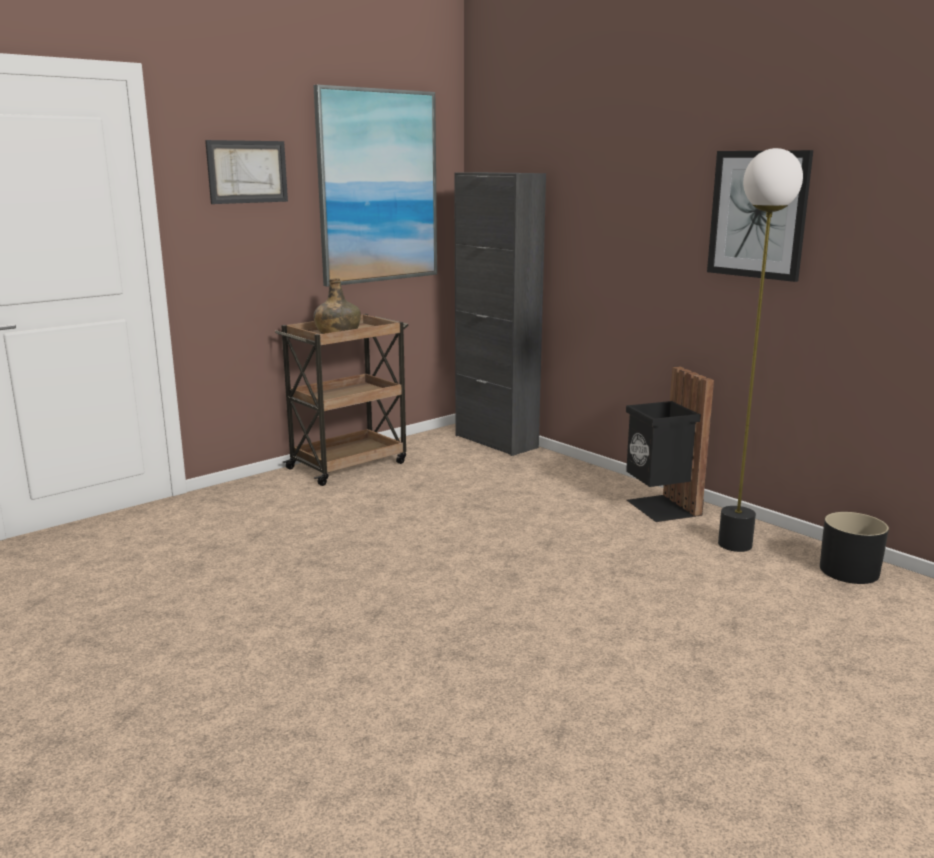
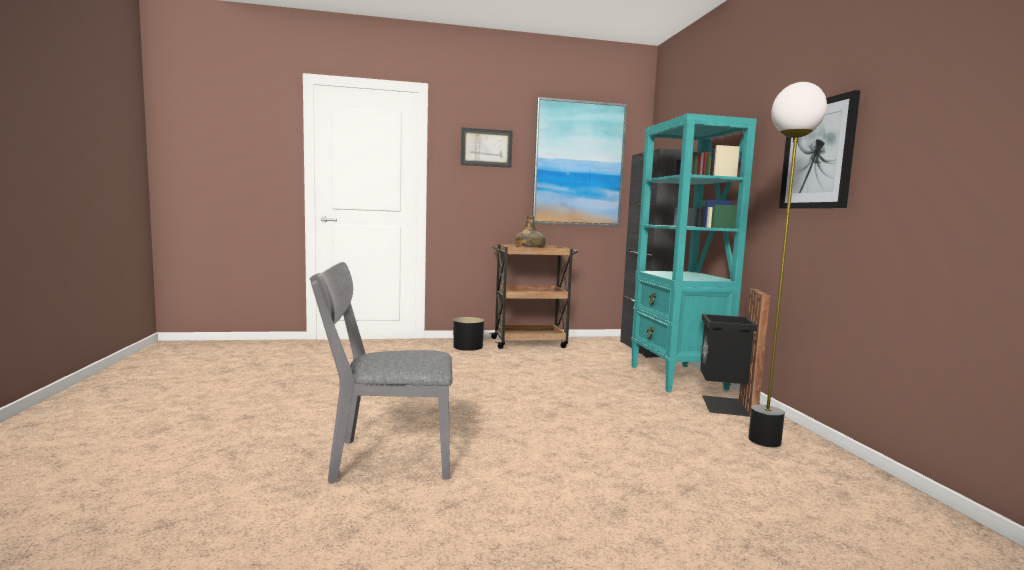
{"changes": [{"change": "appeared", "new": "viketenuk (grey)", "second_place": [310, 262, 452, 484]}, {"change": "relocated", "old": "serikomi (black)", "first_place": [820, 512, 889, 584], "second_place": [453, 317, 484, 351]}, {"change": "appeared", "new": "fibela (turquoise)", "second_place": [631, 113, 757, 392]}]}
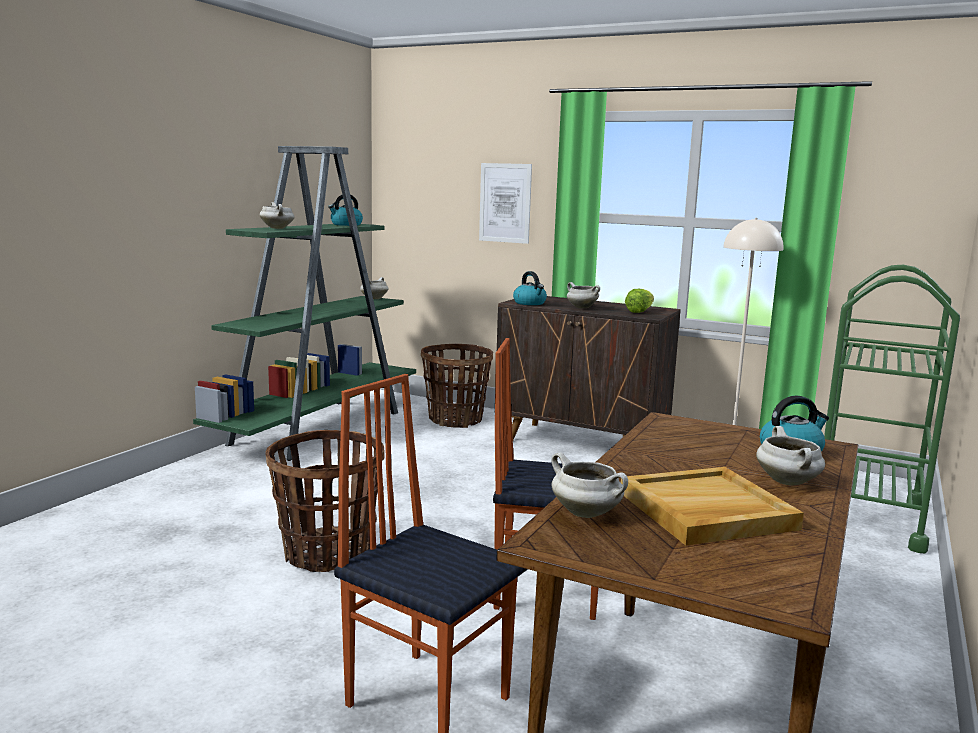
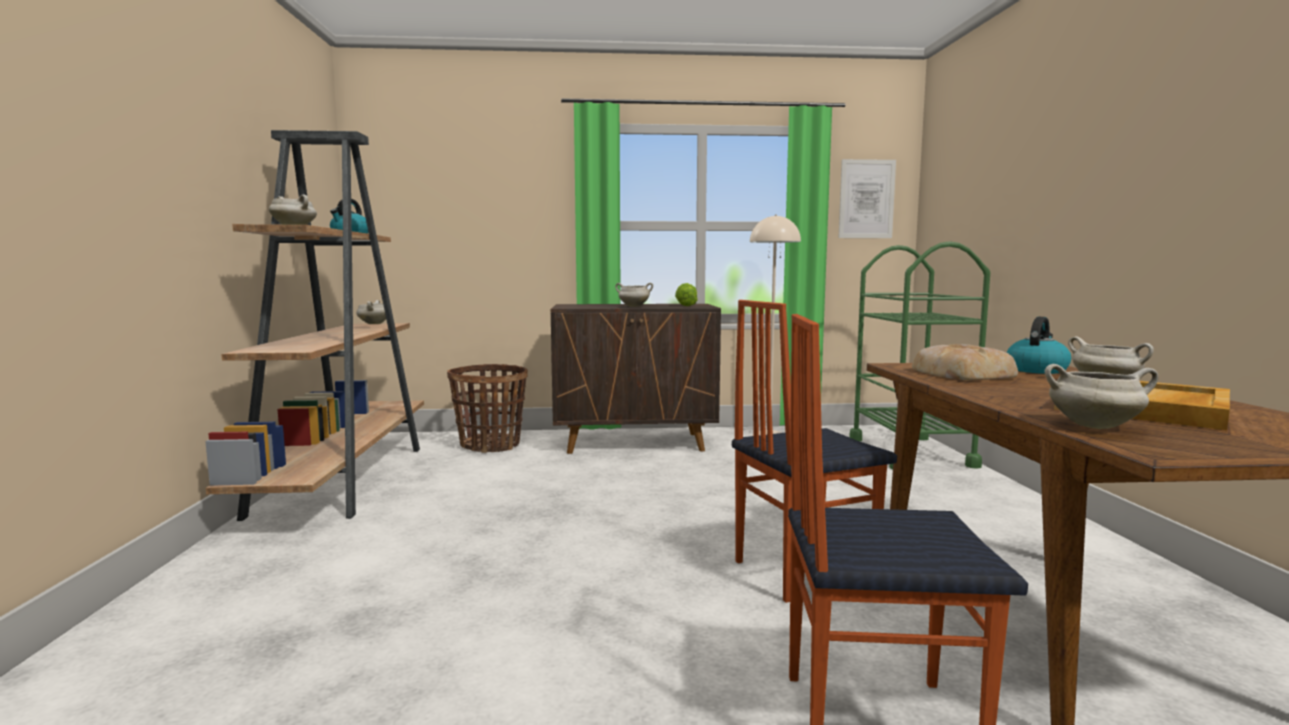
{"changes": [{"change": "colour", "old": "fibela (green)", "new": "fibela (brown)", "first_place": [193, 146, 416, 461], "second_place": [205, 130, 424, 521]}, {"change": "relocated", "old": "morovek", "first_place": [479, 163, 532, 244], "second_place": [838, 159, 896, 238]}, {"change": "appeared", "new": "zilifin", "second_place": [912, 344, 1018, 380]}, {"change": "missing", "old": "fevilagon", "first_place": [265, 430, 385, 572]}, {"change": "missing", "old": "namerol", "first_place": [513, 271, 547, 305]}]}
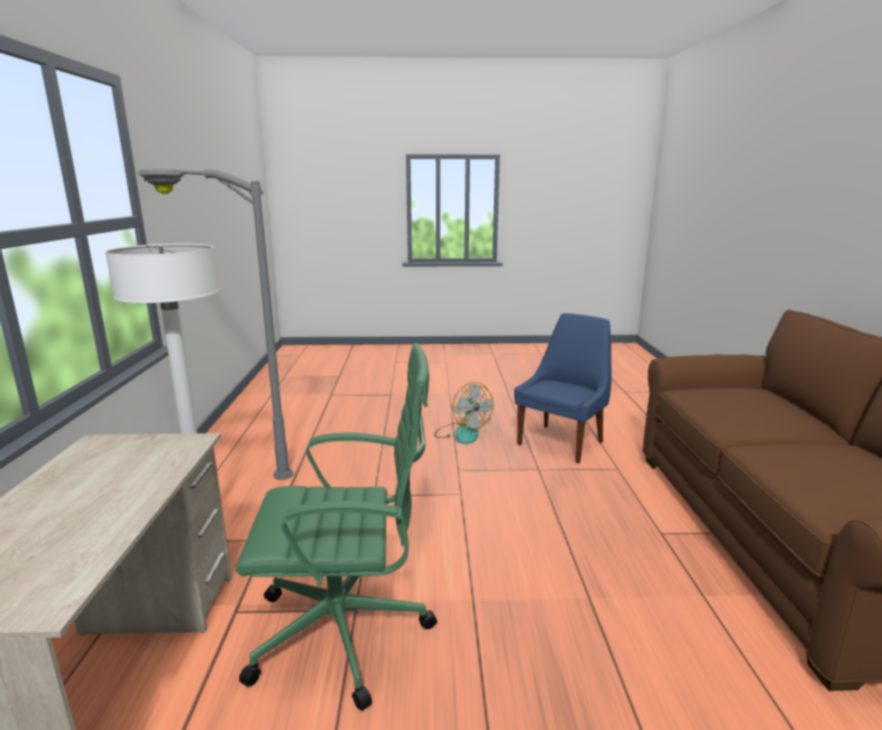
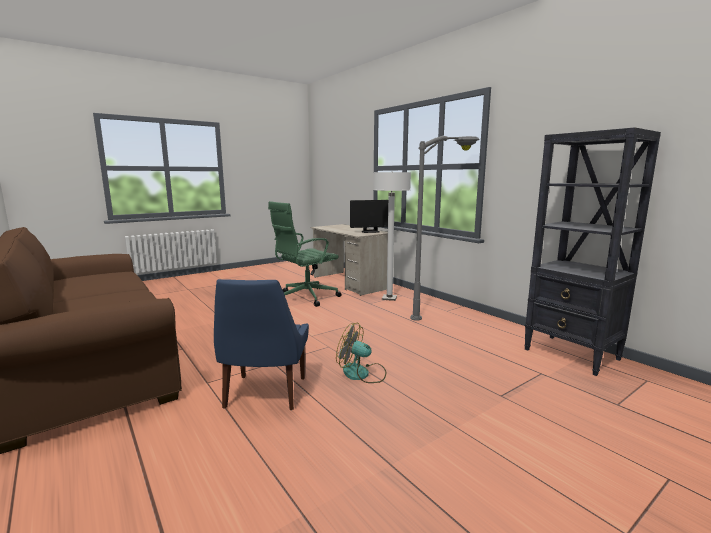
{"changes": [{"change": "appeared", "new": "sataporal", "second_place": [350, 200, 388, 233]}, {"change": "appeared", "new": "fibela (black)", "second_place": [524, 127, 661, 376]}]}
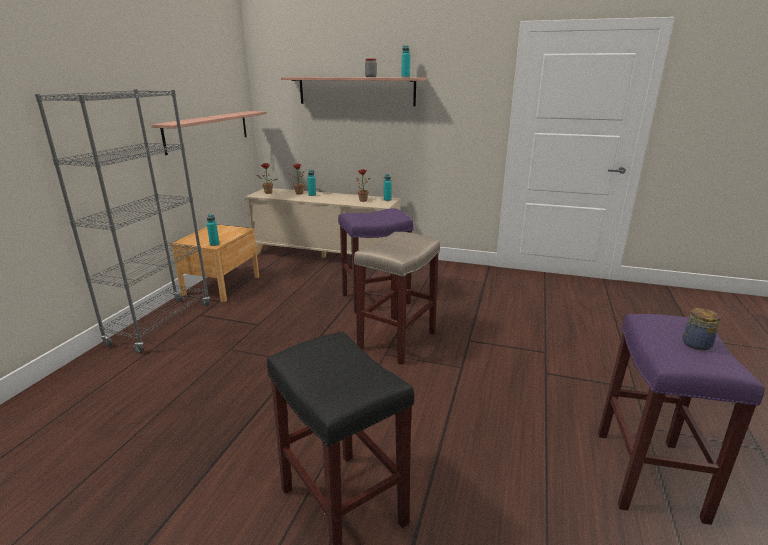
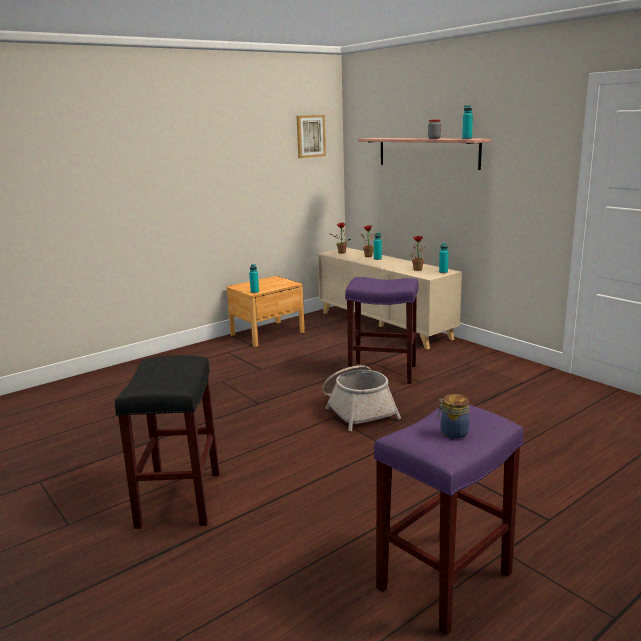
{"changes": [{"change": "appeared", "new": "morovek", "second_place": [297, 115, 326, 158]}, {"change": "exchanged", "old": "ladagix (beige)", "new": "fevilagon", "first_place": [354, 232, 440, 365], "second_place": [322, 365, 401, 431]}, {"change": "missing", "old": "fibela (grey)", "first_place": [35, 89, 210, 353]}, {"change": "missing", "old": "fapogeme", "first_place": [151, 111, 267, 155]}]}
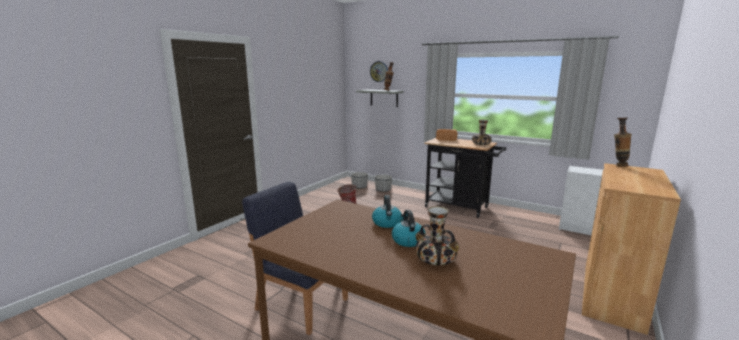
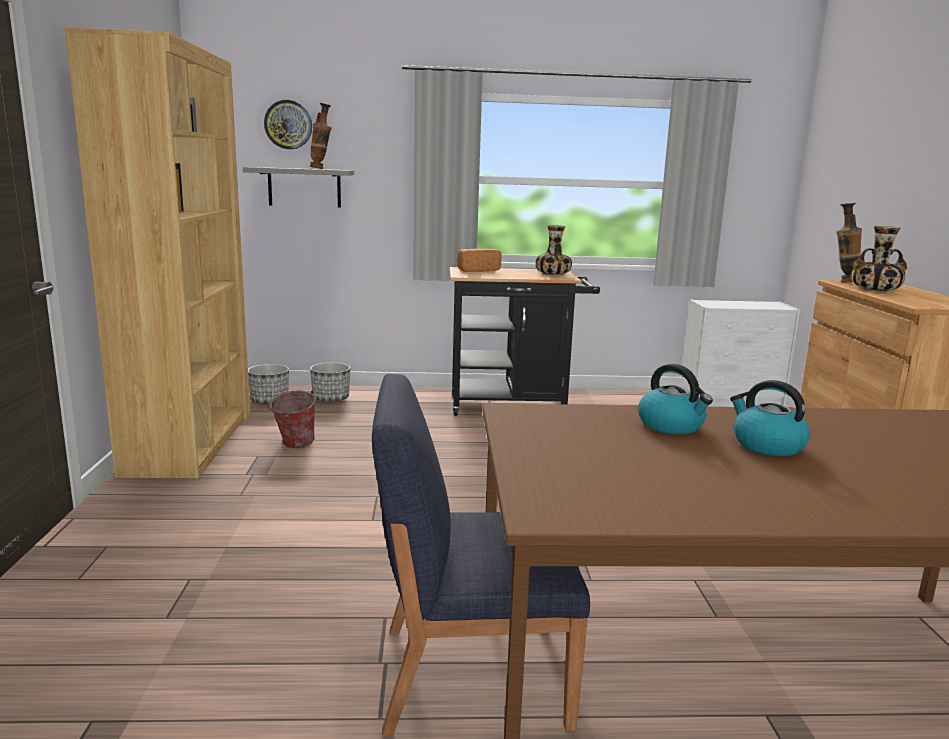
{"changes": [{"change": "appeared", "new": "fibela (brown)", "second_place": [65, 28, 250, 478]}, {"change": "relocated", "old": "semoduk", "first_place": [416, 206, 459, 265], "second_place": [851, 226, 907, 291]}]}
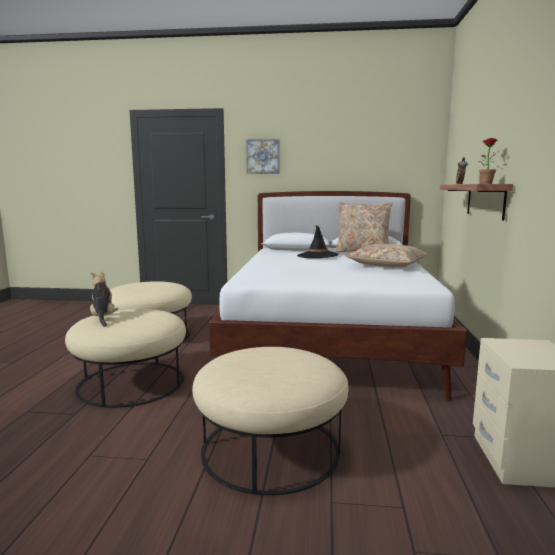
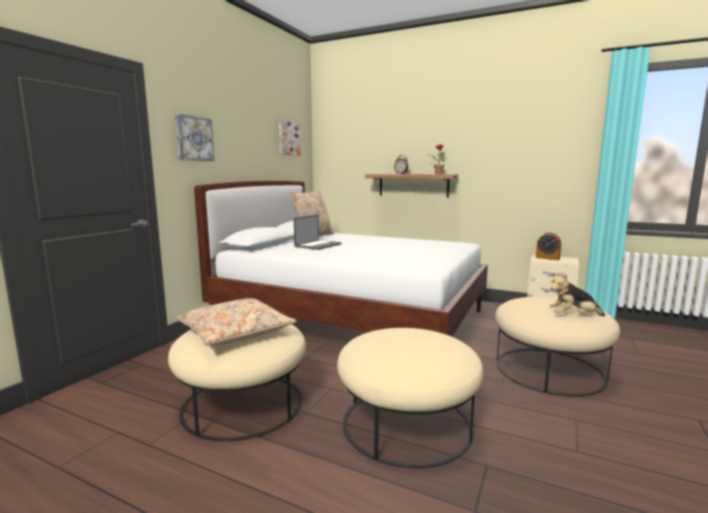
{"changes": [{"change": "relocated", "old": "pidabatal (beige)", "first_place": [346, 244, 429, 268], "second_place": [175, 298, 297, 346]}, {"change": "appeared", "new": "morovek", "second_place": [279, 121, 301, 156]}, {"change": "exchanged", "old": "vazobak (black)", "new": "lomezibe", "first_place": [297, 226, 339, 258], "second_place": [294, 215, 342, 250]}, {"change": "appeared", "new": "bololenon", "second_place": [536, 232, 561, 260]}, {"change": "relocated", "old": "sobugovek", "first_place": [90, 271, 118, 327], "second_place": [549, 272, 605, 316]}]}
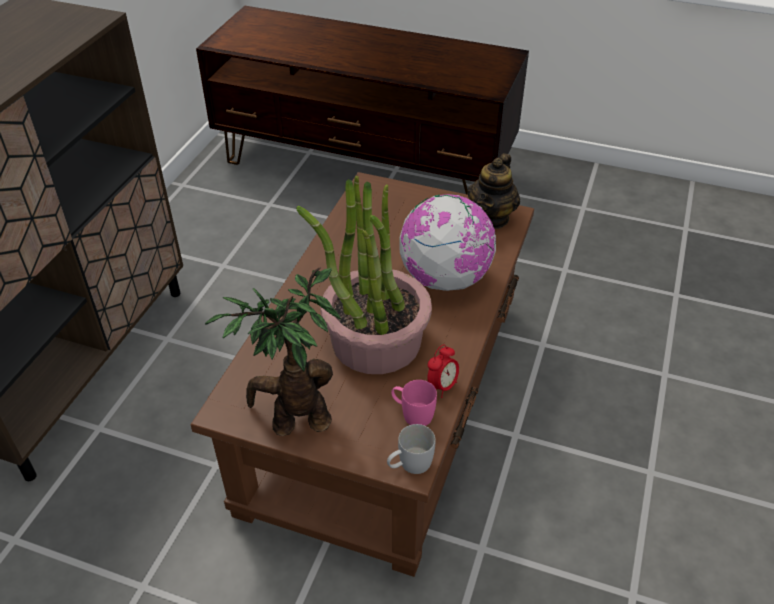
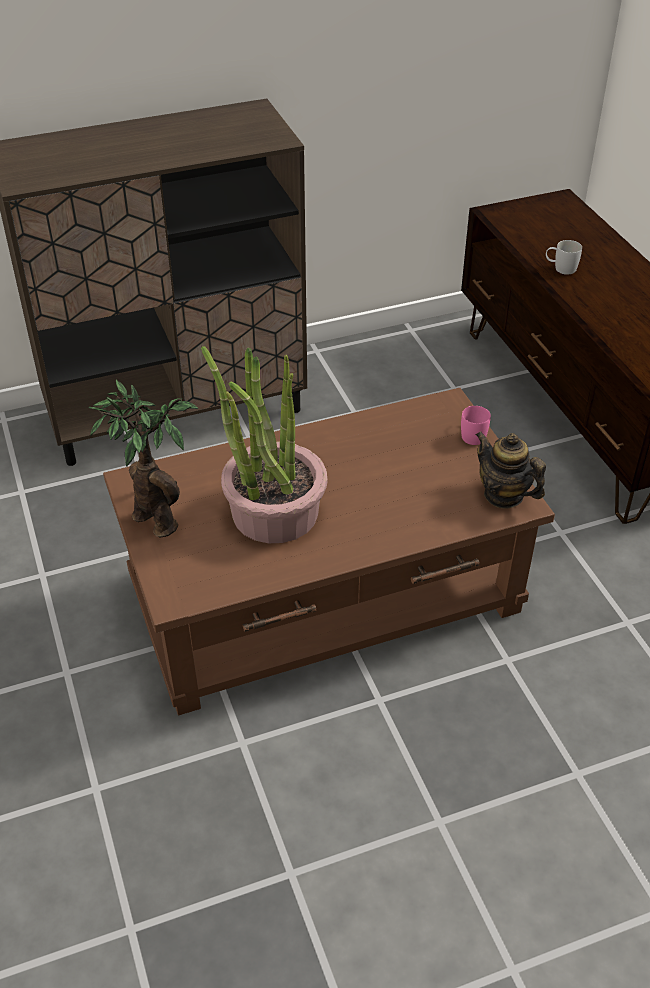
{"changes": [{"change": "relocated", "old": "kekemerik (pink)", "first_place": [391, 380, 437, 426], "second_place": [461, 406, 491, 445]}, {"change": "spun", "old": "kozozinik", "first_place": [467, 153, 520, 229], "second_place": [476, 431, 546, 509], "degrees": 60}, {"change": "relocated", "old": "kekemerik (white)", "first_place": [387, 424, 435, 474], "second_place": [546, 240, 582, 275]}, {"change": "missing", "old": "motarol", "first_place": [399, 194, 496, 291]}, {"change": "missing", "old": "bololenon", "first_place": [427, 345, 459, 398]}]}
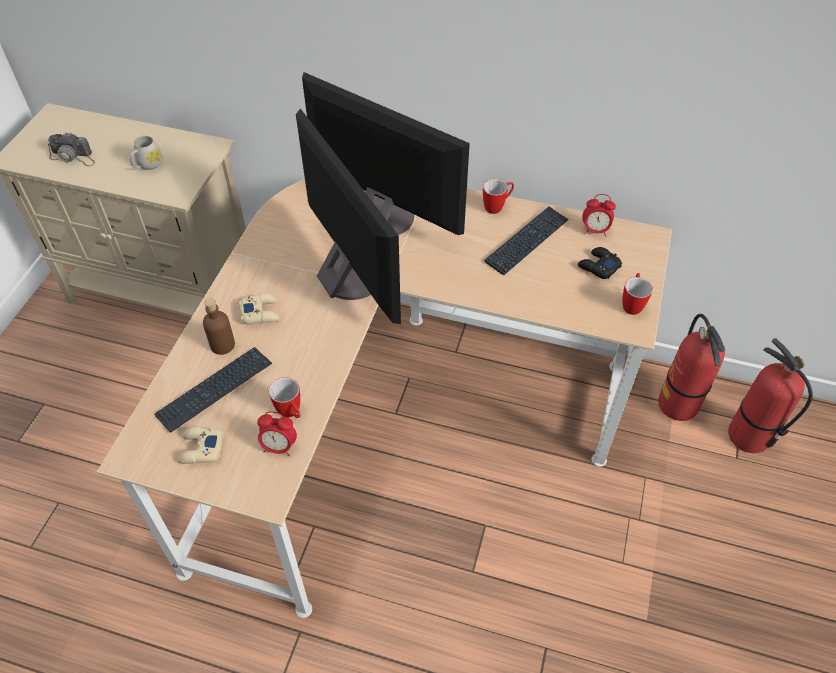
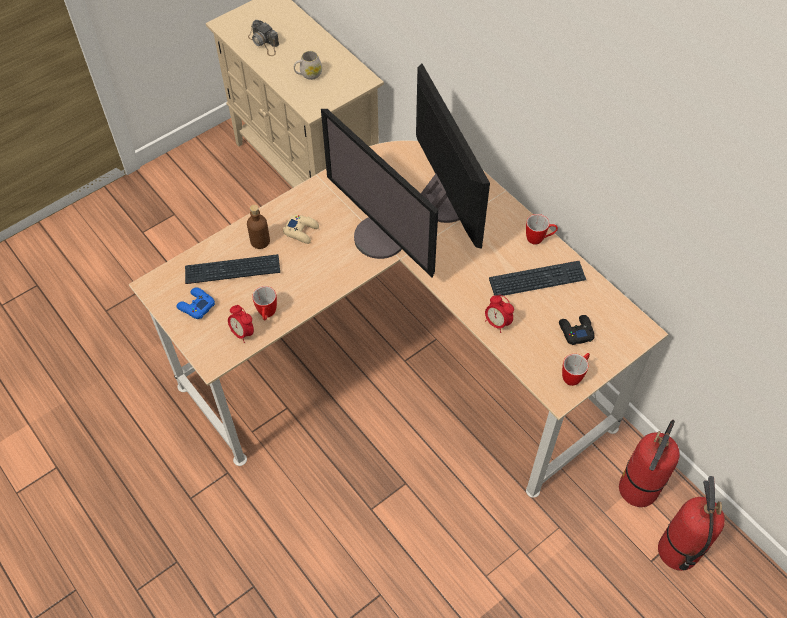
{"changes": [{"change": "colour", "old": "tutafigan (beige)", "new": "tutafigan (blue)", "first_place": [178, 426, 224, 464], "second_place": [176, 287, 215, 319]}, {"change": "spun", "old": "sataporal", "first_place": [296, 109, 401, 324], "second_place": [321, 109, 438, 277], "degrees": 135}, {"change": "relocated", "old": "bololenon", "first_place": [582, 194, 616, 237], "second_place": [485, 295, 514, 333]}]}
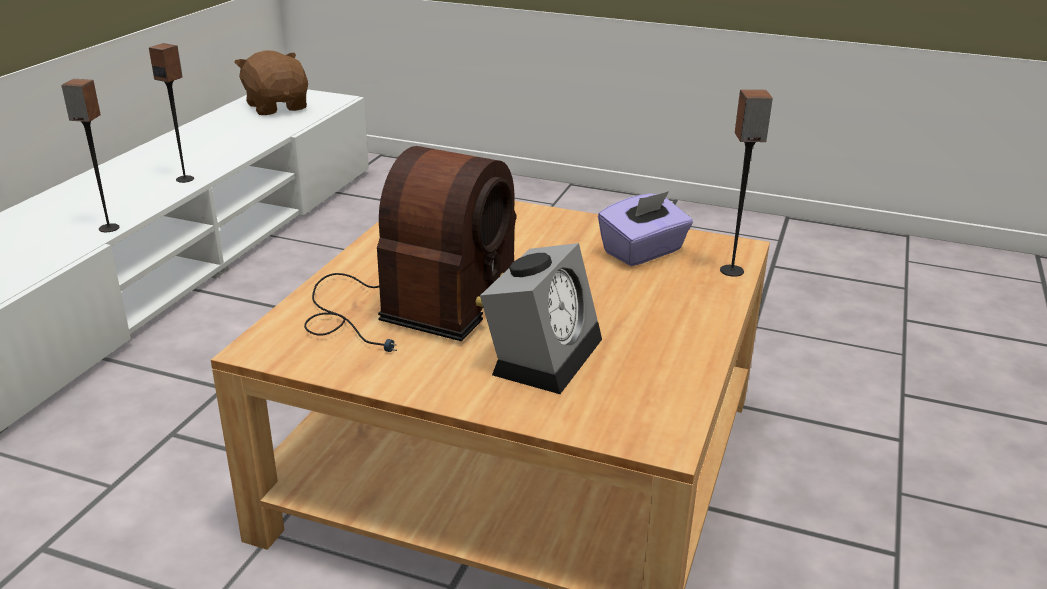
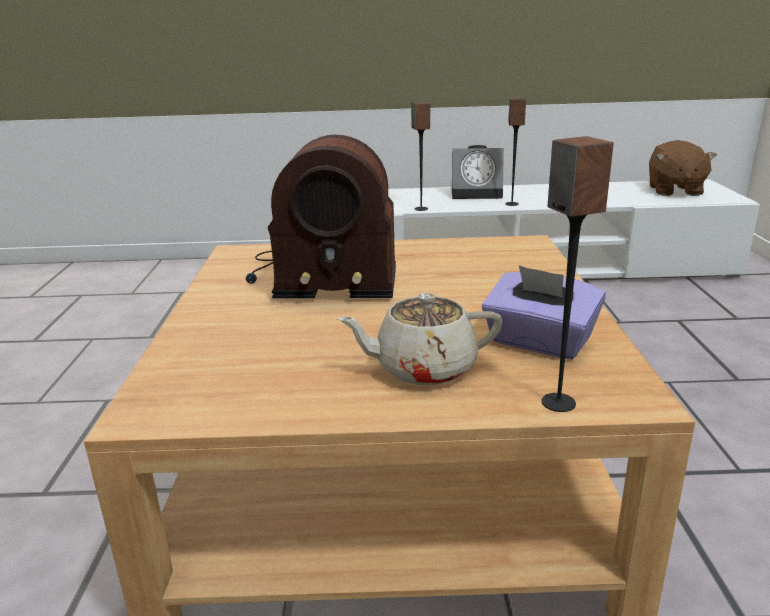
{"changes": [{"change": "appeared", "new": "kozozinik (beige)", "second_place": [337, 293, 503, 385]}, {"change": "relocated", "old": "bololenon", "first_place": [480, 243, 602, 394], "second_place": [452, 145, 504, 199]}, {"change": "spun", "old": "sobugovek (brown)", "first_place": [234, 50, 308, 115], "second_place": [649, 140, 717, 196], "degrees": 150}]}
